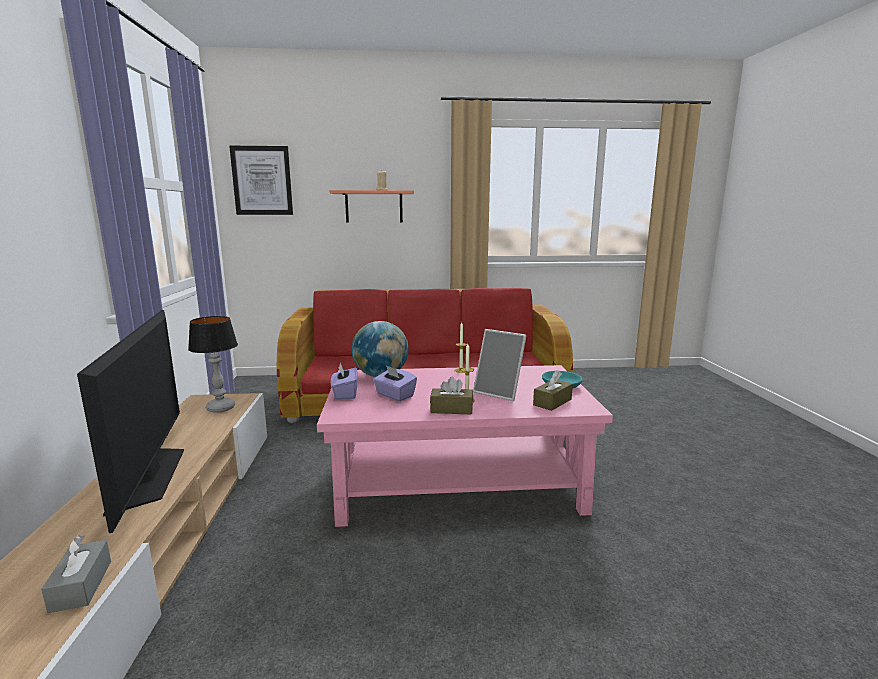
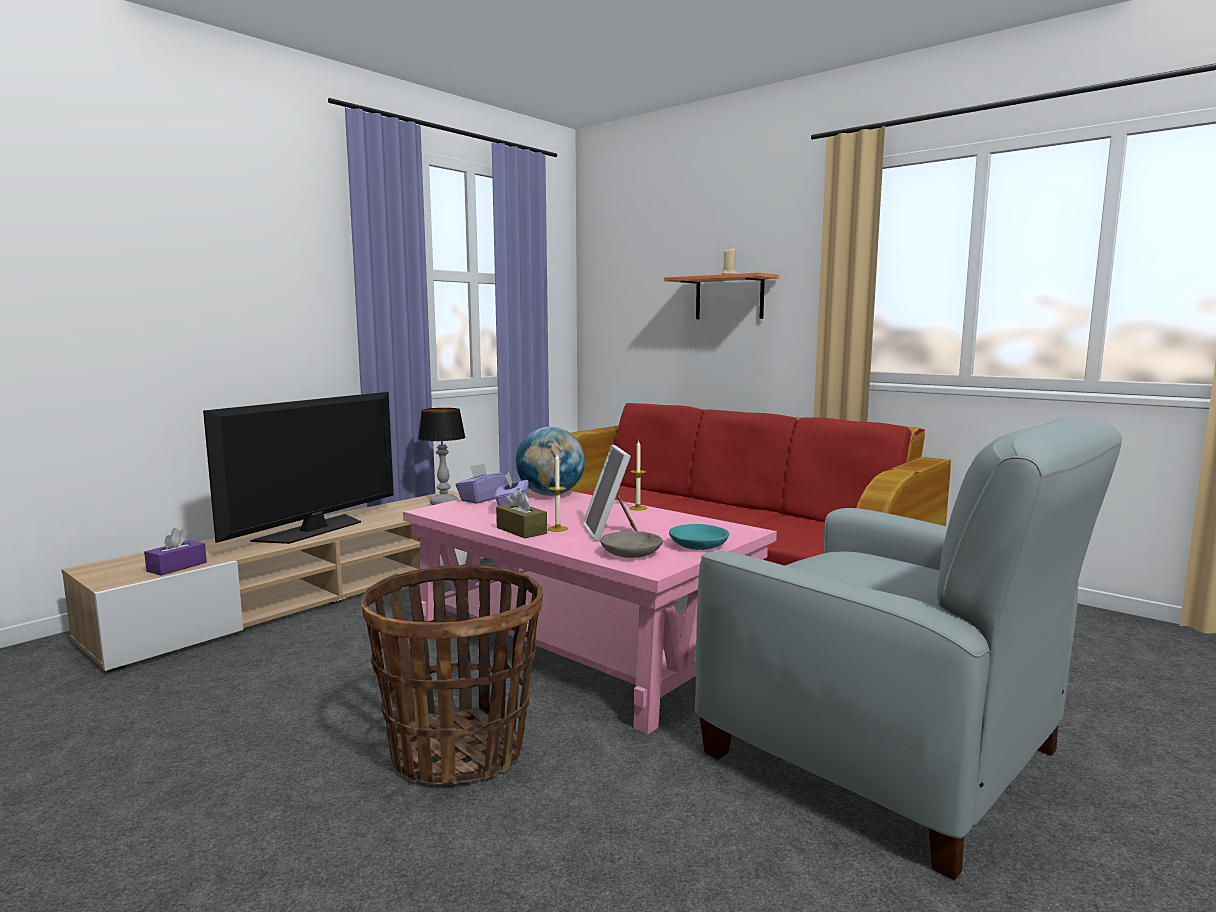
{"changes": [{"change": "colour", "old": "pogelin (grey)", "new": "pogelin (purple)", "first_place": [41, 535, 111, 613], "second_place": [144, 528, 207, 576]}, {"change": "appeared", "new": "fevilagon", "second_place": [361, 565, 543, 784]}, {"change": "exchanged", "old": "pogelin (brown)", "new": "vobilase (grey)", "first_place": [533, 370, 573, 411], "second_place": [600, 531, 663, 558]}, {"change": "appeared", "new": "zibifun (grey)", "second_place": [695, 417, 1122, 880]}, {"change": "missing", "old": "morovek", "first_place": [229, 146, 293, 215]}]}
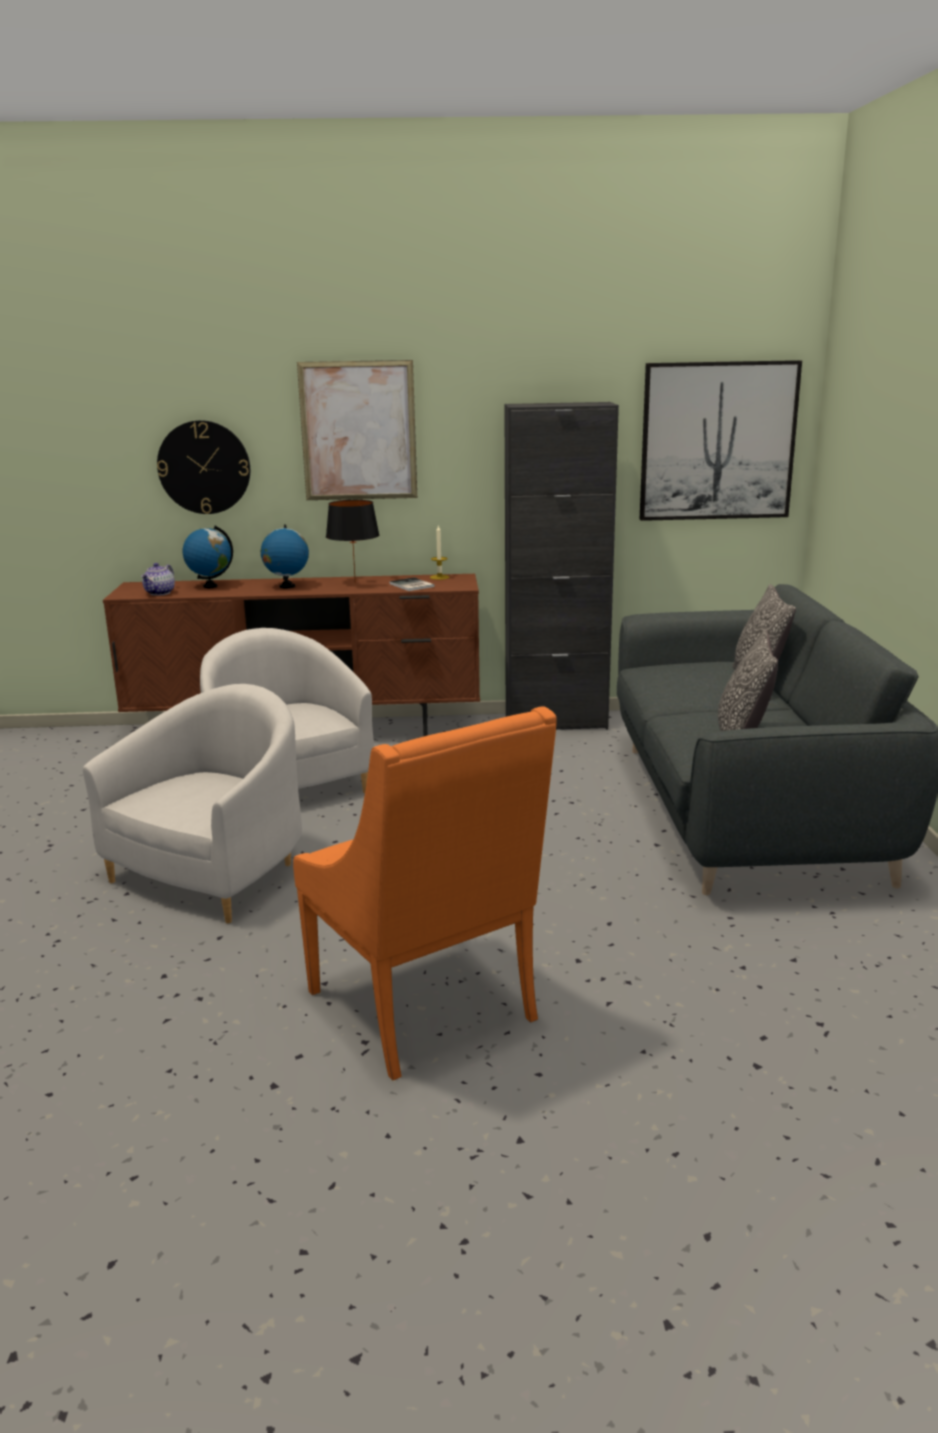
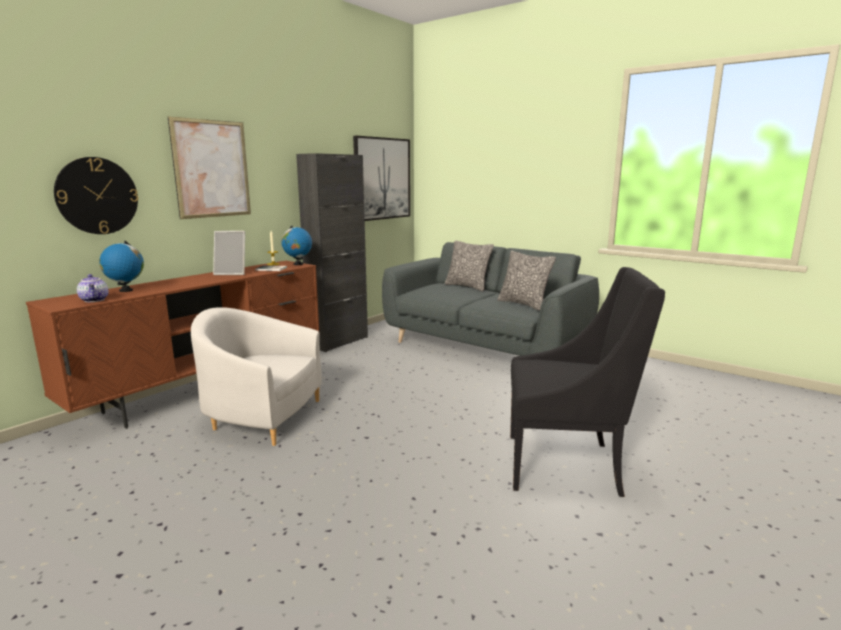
{"changes": [{"change": "exchanged", "old": "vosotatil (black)", "new": "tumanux", "first_place": [326, 500, 379, 584], "second_place": [213, 231, 245, 275]}, {"change": "relocated", "old": "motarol", "first_place": [261, 525, 309, 588], "second_place": [281, 226, 312, 265]}, {"change": "colour", "old": "zibifun (orange)", "new": "zibifun (black)", "first_place": [293, 706, 557, 1080], "second_place": [510, 267, 665, 497]}, {"change": "missing", "old": "zibifun (white)", "first_place": [83, 684, 302, 923]}]}
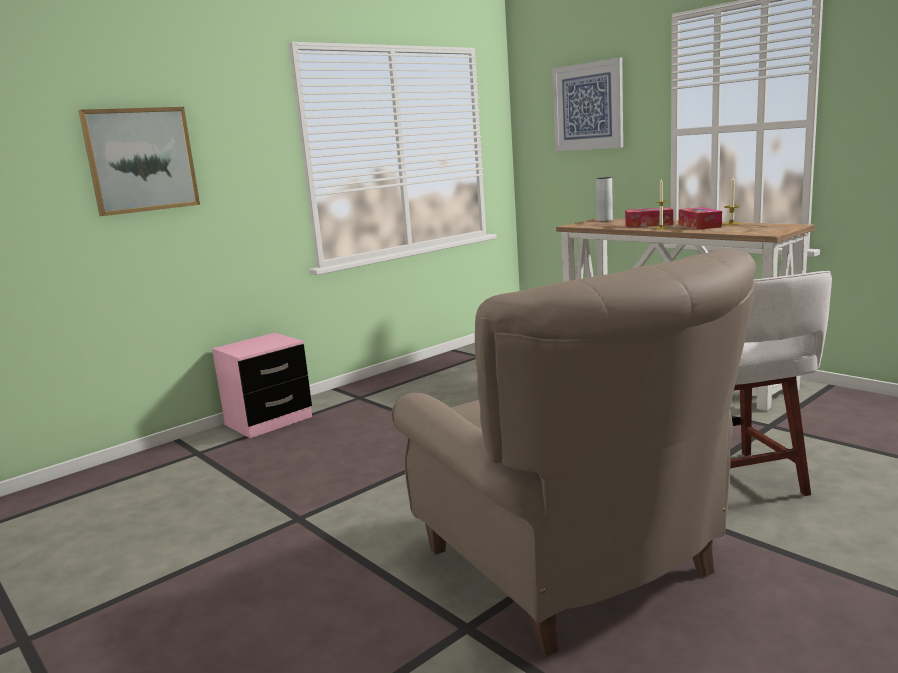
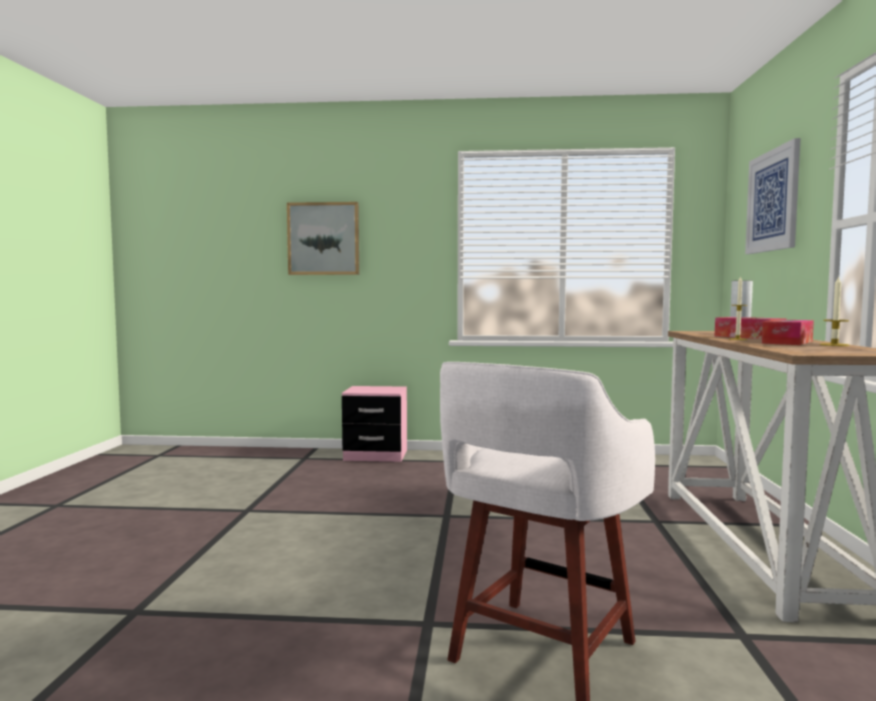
{"changes": [{"change": "missing", "old": "zibifun (beige)", "first_place": [391, 249, 756, 657]}]}
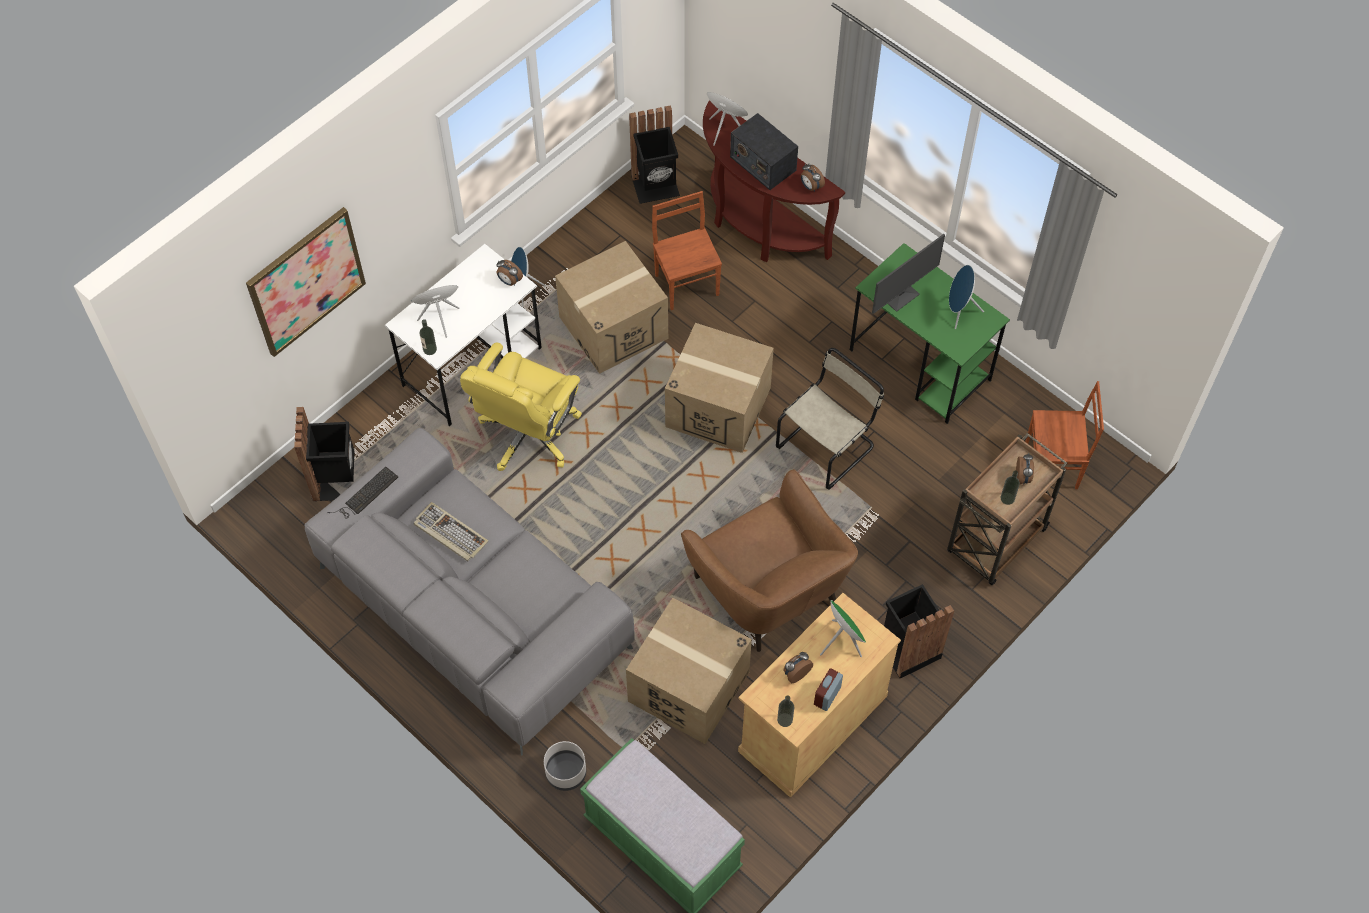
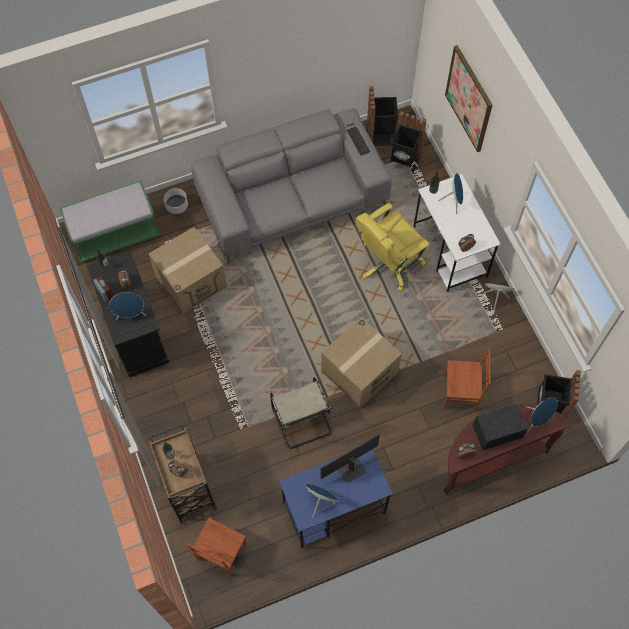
{"changes": [{"change": "colour", "old": "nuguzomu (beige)", "new": "nuguzomu (black)", "first_place": [738, 593, 901, 798], "second_place": [87, 251, 169, 377]}, {"change": "colour", "old": "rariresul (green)", "new": "rariresul (blue)", "first_place": [820, 600, 866, 657], "second_place": [109, 292, 146, 320]}, {"change": "colour", "old": "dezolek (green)", "new": "dezolek (blue)", "first_place": [850, 243, 1010, 424], "second_place": [279, 449, 393, 548]}, {"change": "spun", "old": "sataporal", "first_place": [872, 234, 945, 314], "second_place": [320, 434, 380, 484], "degrees": 75}, {"change": "spun", "old": "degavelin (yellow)", "first_place": [460, 343, 582, 471], "second_place": [356, 203, 429, 291], "degrees": -90}, {"change": "relocated", "old": "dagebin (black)", "first_place": [884, 584, 954, 678], "second_place": [367, 86, 398, 146]}, {"change": "missing", "old": "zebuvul", "first_place": [414, 502, 489, 562]}, {"change": "missing", "old": "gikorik", "first_place": [555, 241, 668, 374]}, {"change": "missing", "old": "zibifun (brown)", "first_place": [681, 469, 858, 652]}]}
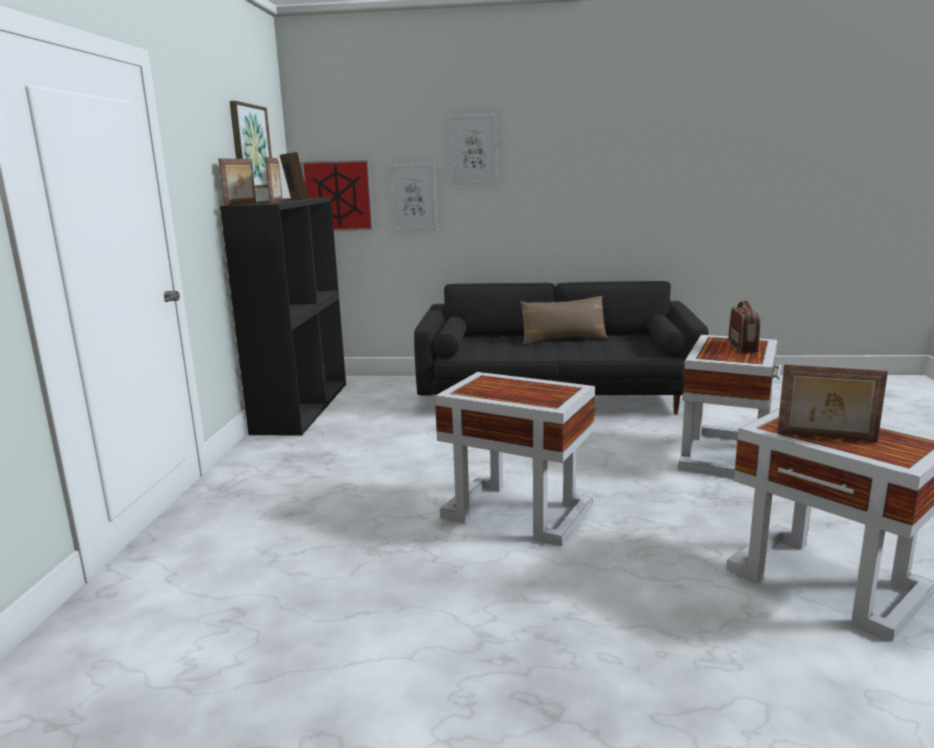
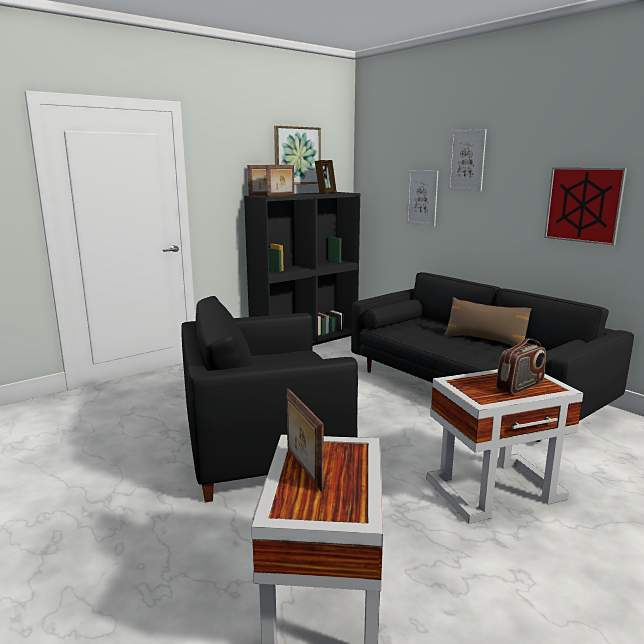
{"changes": [{"change": "exchanged", "old": "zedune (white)", "new": "zibifun (black)", "first_place": [435, 372, 595, 546], "second_place": [181, 296, 358, 502]}, {"change": "relocated", "old": "morovek", "first_place": [301, 160, 373, 231], "second_place": [544, 168, 627, 245]}]}
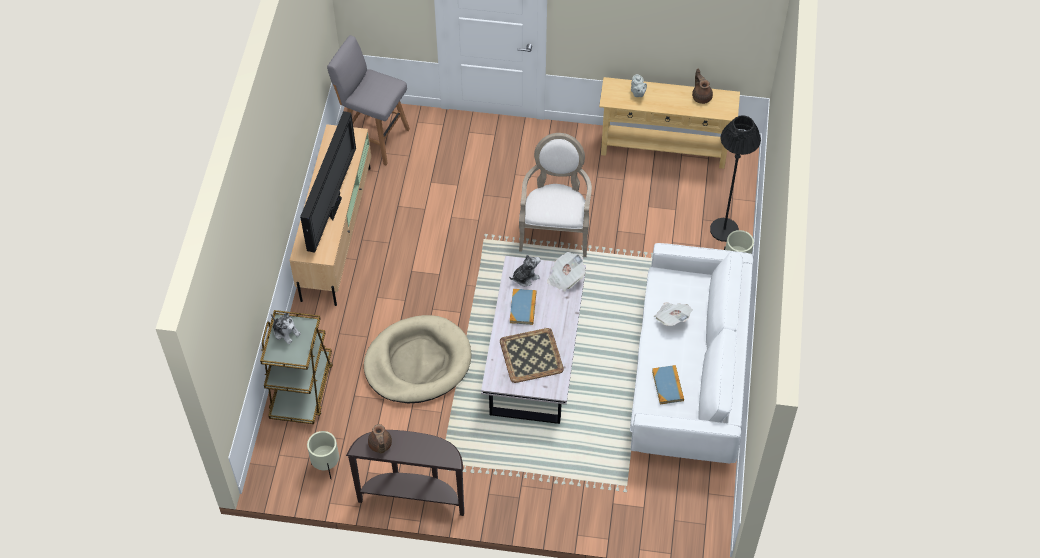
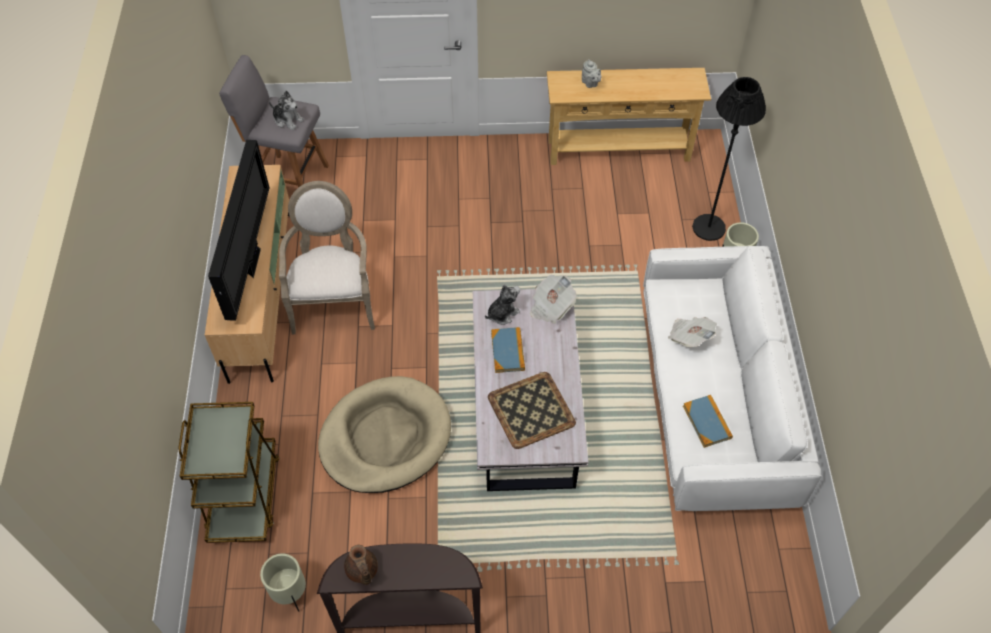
{"changes": [{"change": "relocated", "old": "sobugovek", "first_place": [271, 313, 301, 344], "second_place": [269, 91, 304, 130]}, {"change": "relocated", "old": "zibifun", "first_place": [519, 133, 592, 257], "second_place": [279, 181, 375, 334]}, {"change": "missing", "old": "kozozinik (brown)", "first_place": [692, 69, 713, 104]}]}
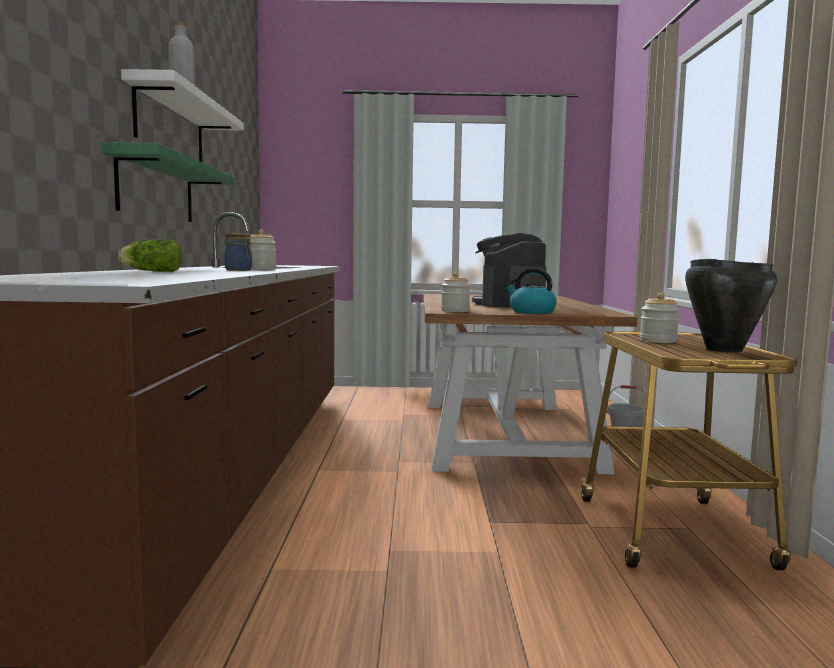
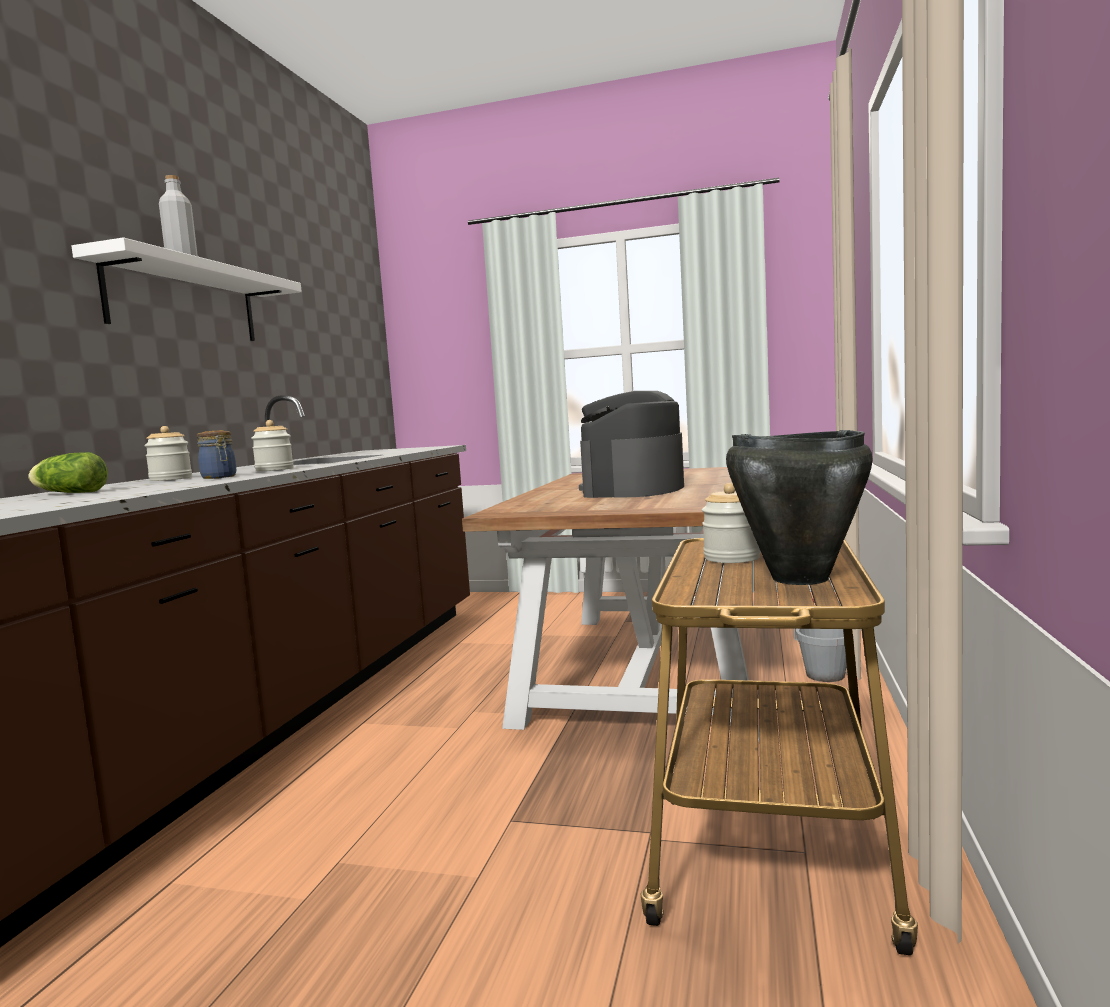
{"changes": [{"change": "relocated", "old": "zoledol", "first_place": [441, 272, 470, 312], "second_place": [144, 426, 192, 481]}, {"change": "missing", "old": "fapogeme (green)", "first_place": [101, 142, 235, 222]}, {"change": "missing", "old": "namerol", "first_place": [505, 268, 557, 314]}]}
